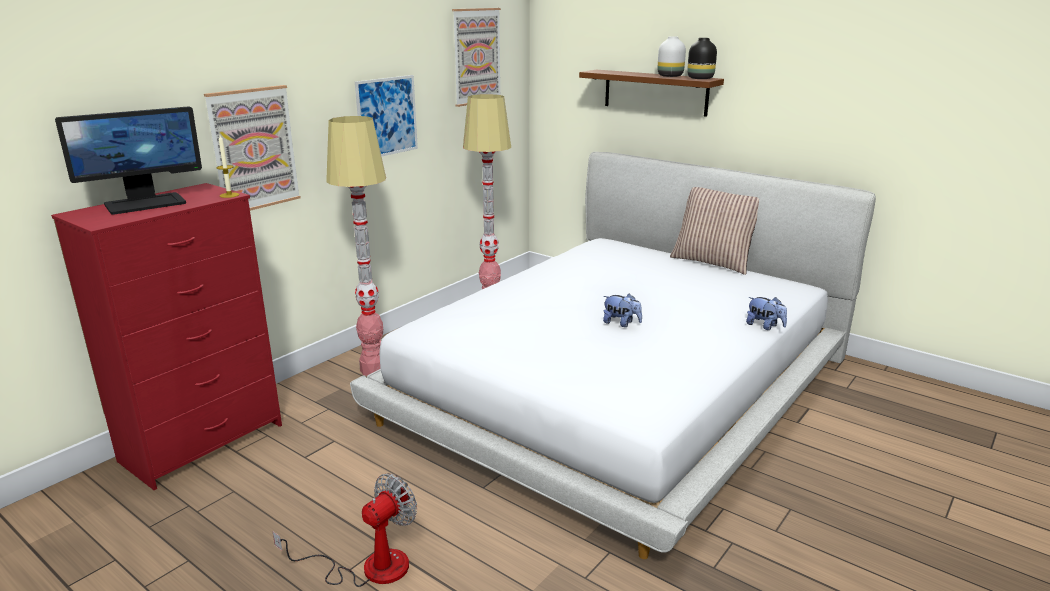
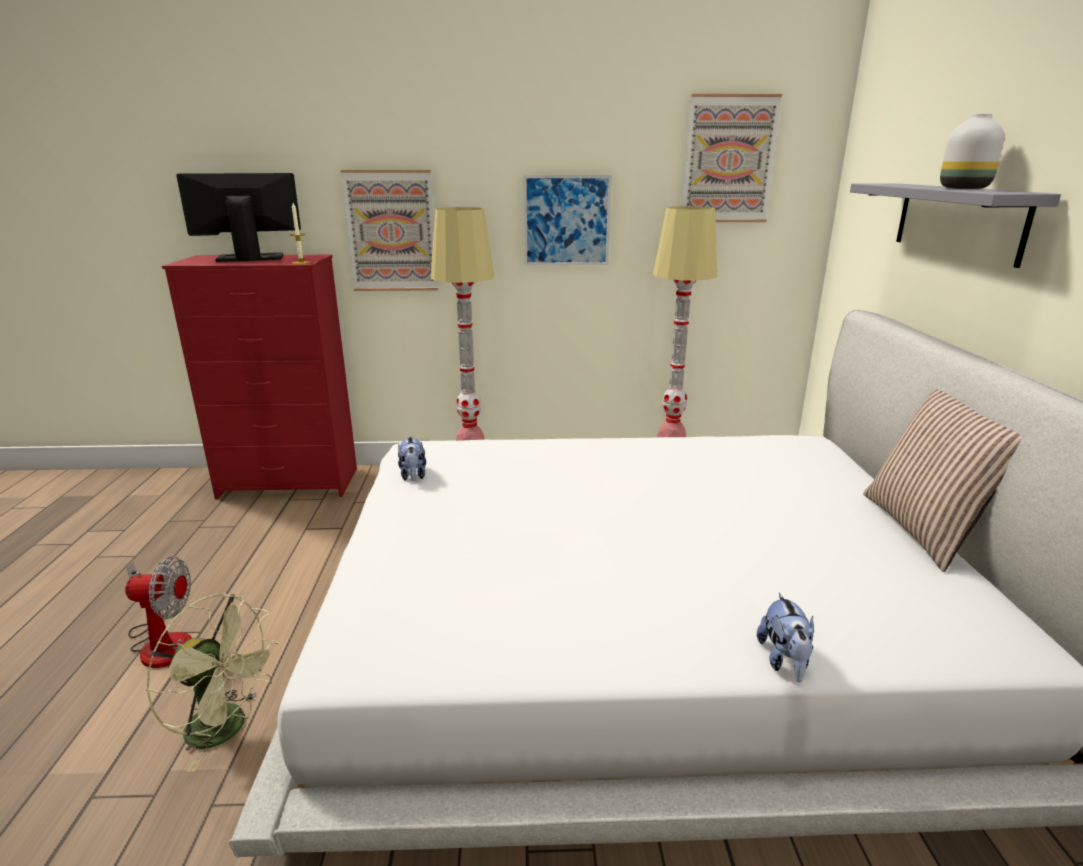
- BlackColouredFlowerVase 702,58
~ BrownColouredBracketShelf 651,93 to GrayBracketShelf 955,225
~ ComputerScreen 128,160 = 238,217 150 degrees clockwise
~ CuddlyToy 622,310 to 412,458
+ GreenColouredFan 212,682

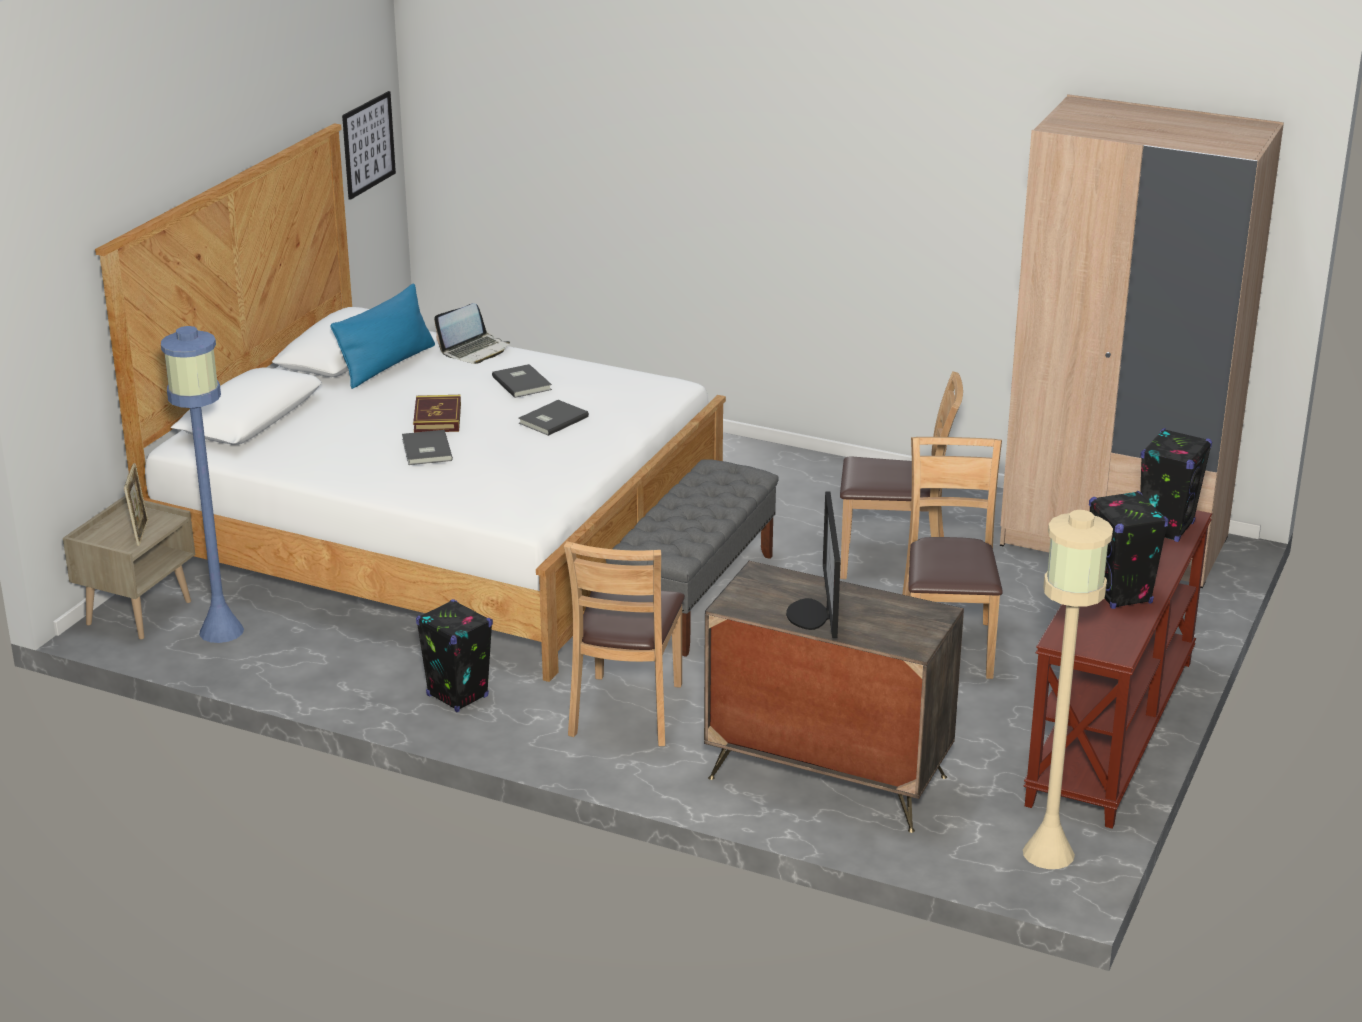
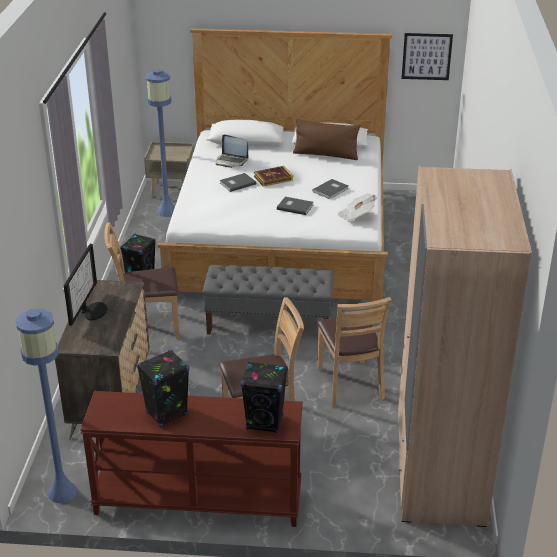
~ BlueColouredCushion 383,336 to BrownColouredCushion 327,139
~ PortableComputer 472,333 to 232,151
- PictureFrame 136,504
~ ComputerScreen 813,565 = 86,285 120 degrees clockwise
~ BeigeStandardLamp 1068,689 to BlueColouredStandardLamp 46,406
+ DailyPaper 357,207

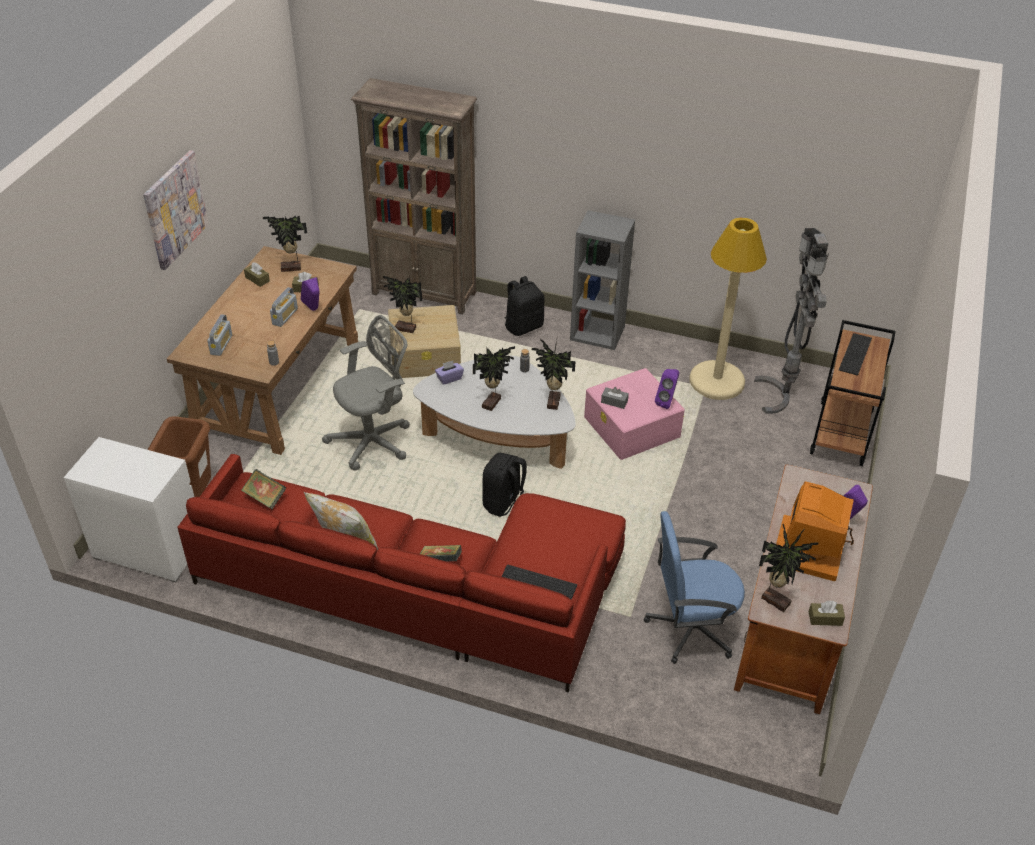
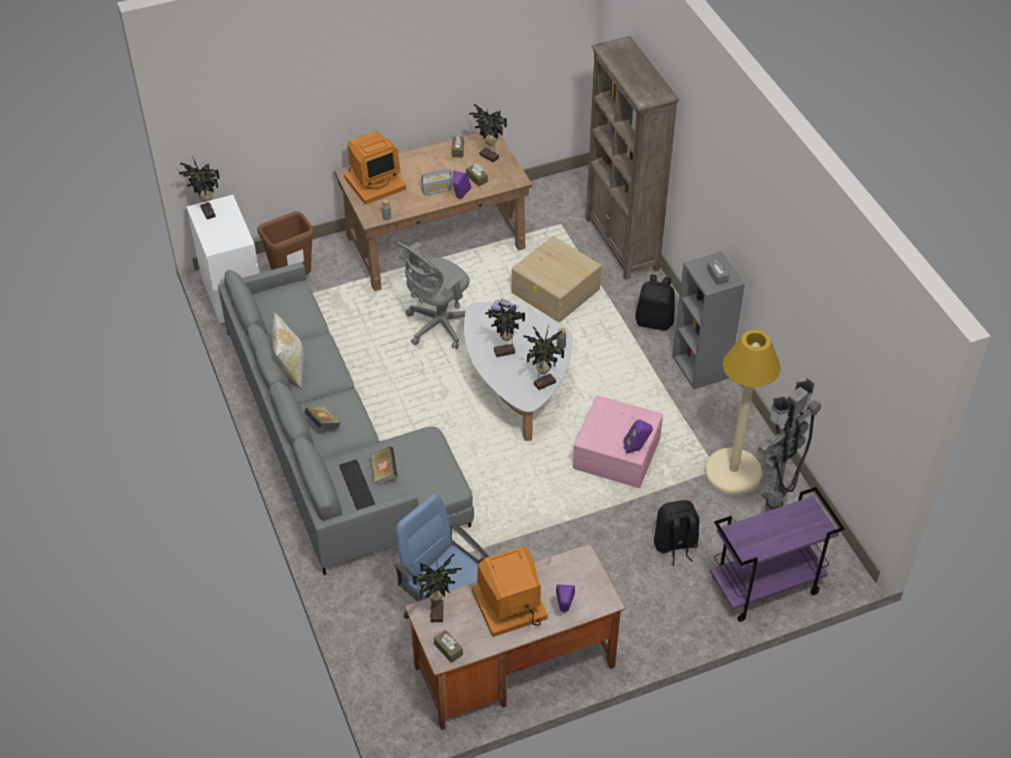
- Picture 176,210
~ Houseplant 402,304 to 199,187
~ Radio 219,335 to ComputerScreen 375,168
~ GrayOfficeChair 366,393 = 433,295 120 degrees clockwise
~ BrownColouredWheeledCart 853,393 to PurplishWheeledCart 777,554
- Keyboard 855,354
~ GrayTissueBox 615,398 to 718,272
~ BlackColouredRucksack 504,485 to 676,532
~ RedSofa 401,573 to GraySofa 346,418
~ BoundBook 263,489 to 384,466

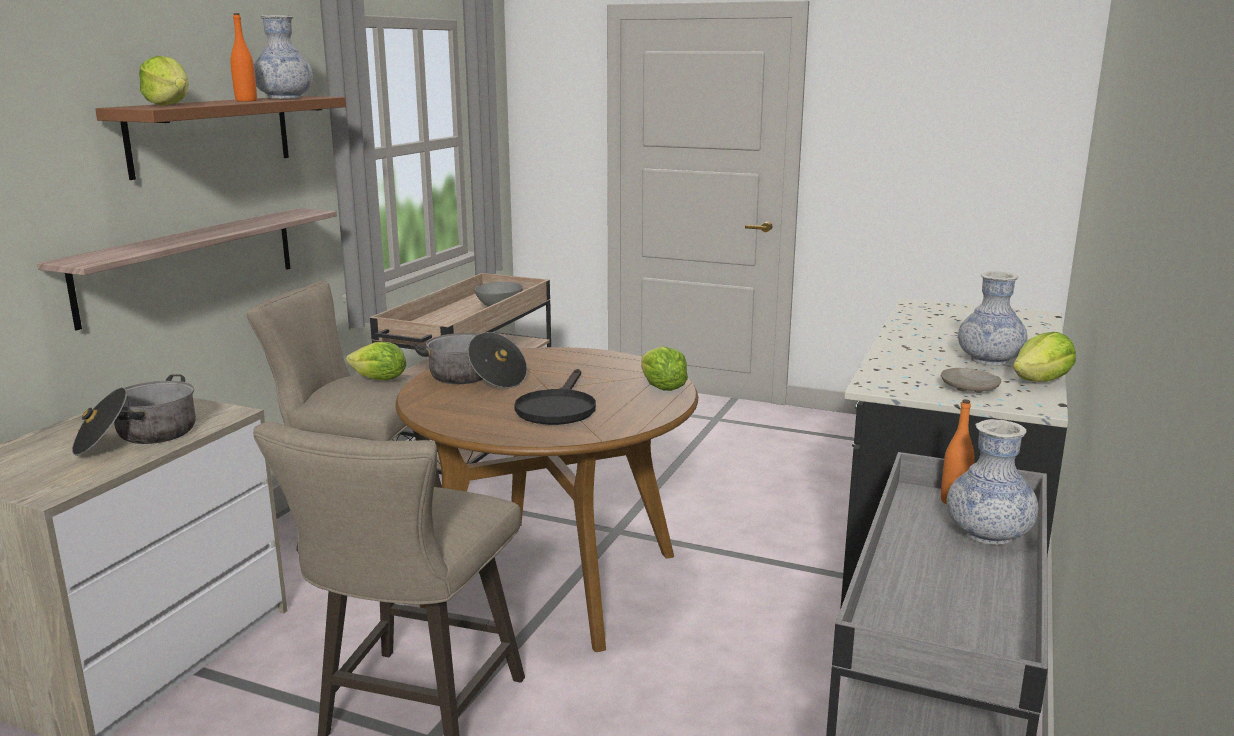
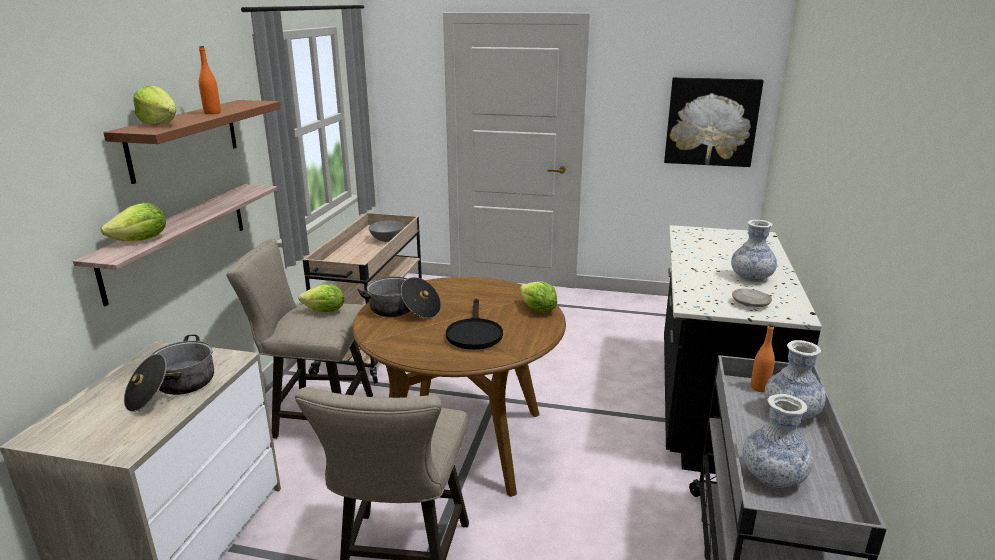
~ FlowerVase 283,57 to 778,441
~ Lettuce 1044,357 to 133,222
+ Picture 714,122

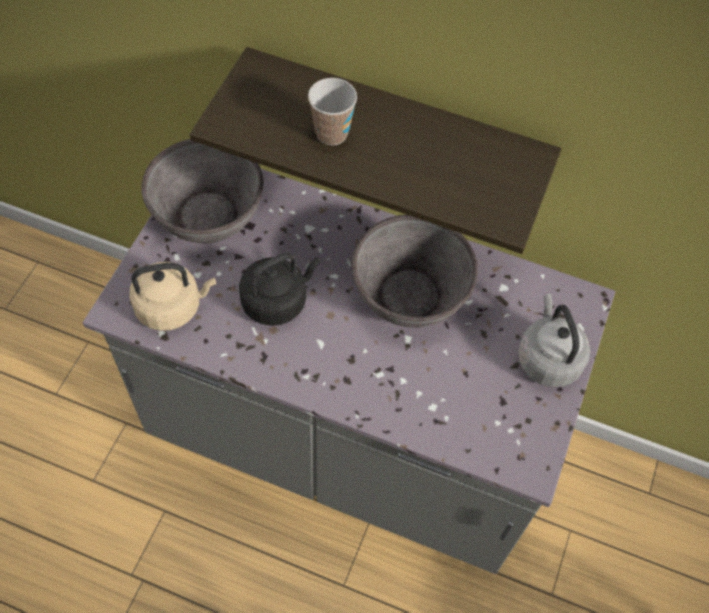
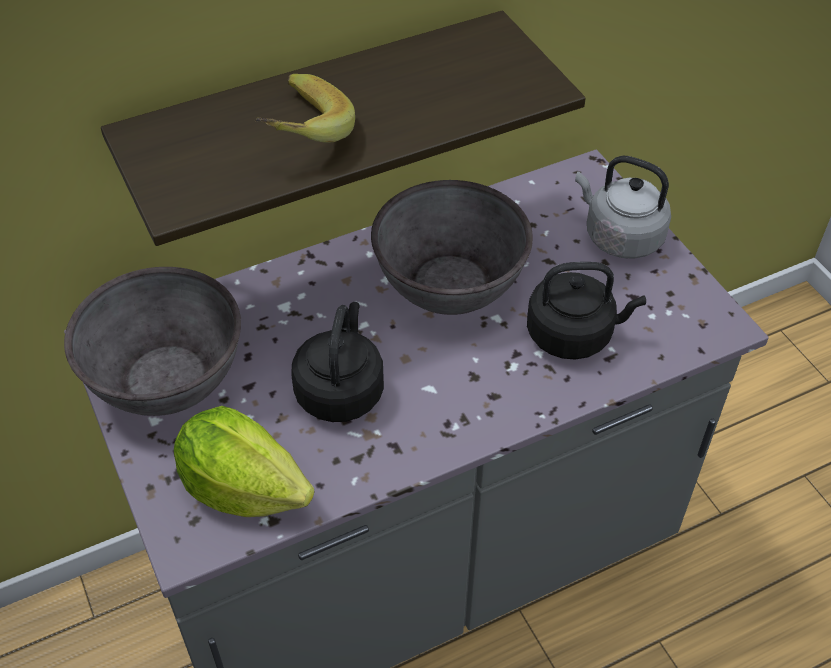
~ SmallCup 332,111 to WholeBanana 305,108
~ BeigeKettle 172,296 to Lettuce 244,461
+ BlackColouredKettle 586,311

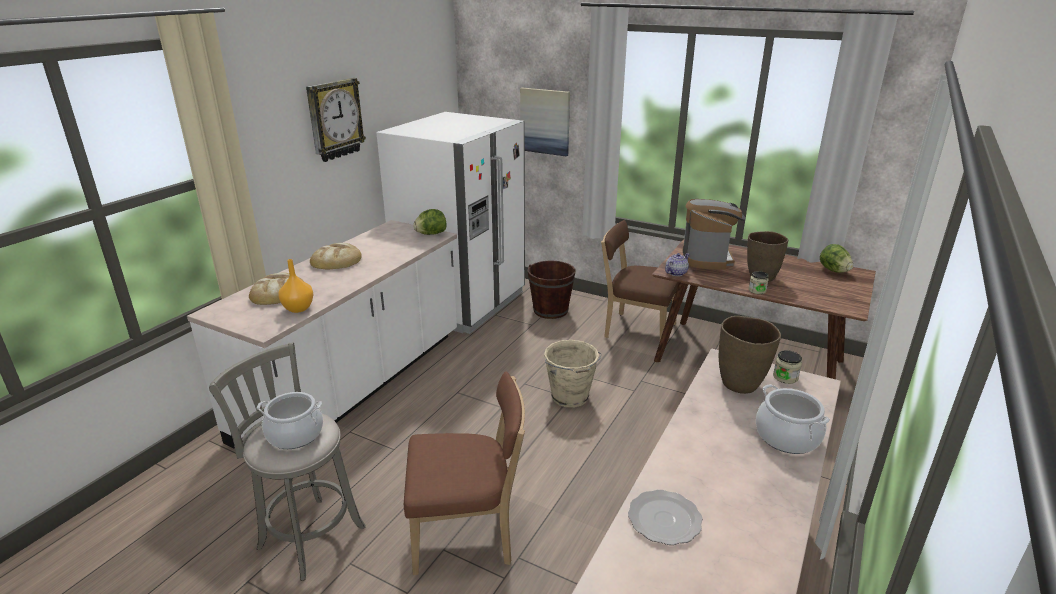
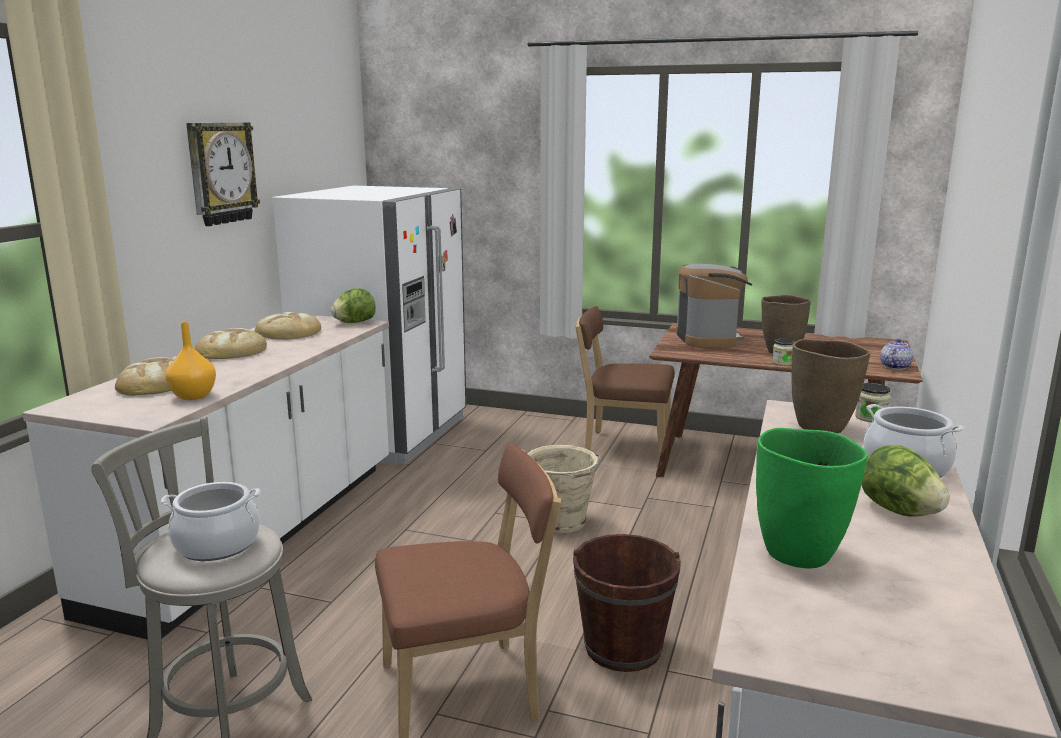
- Picture 545,122
~ Lettuce 836,258 to 905,481
~ TeaPot 677,264 to 896,354
~ BrownColouredBucket 551,290 to 627,603
~ DinnerPlate 665,517 to GreenColouredFlowerVase 812,498
+ Bread 288,326

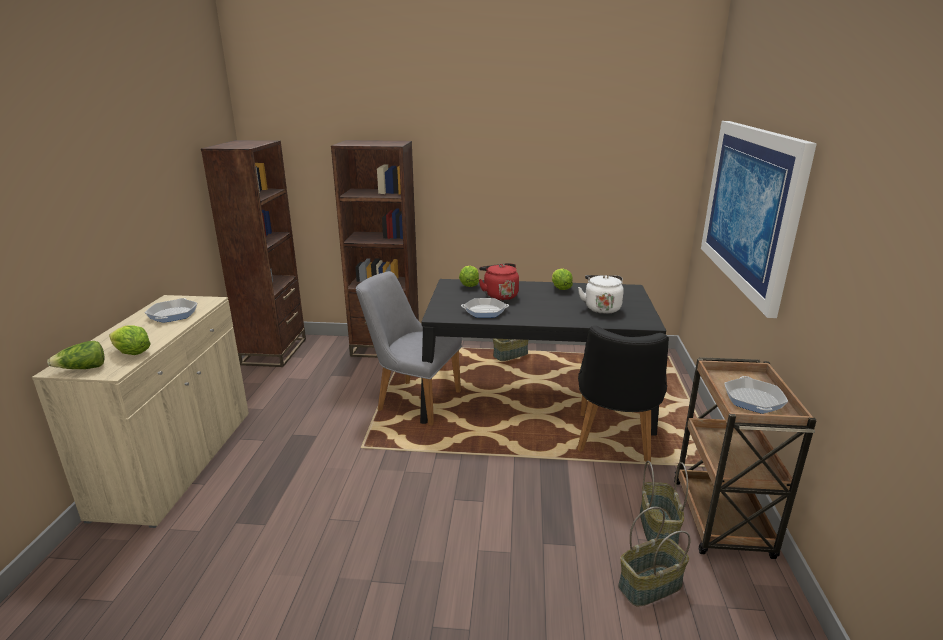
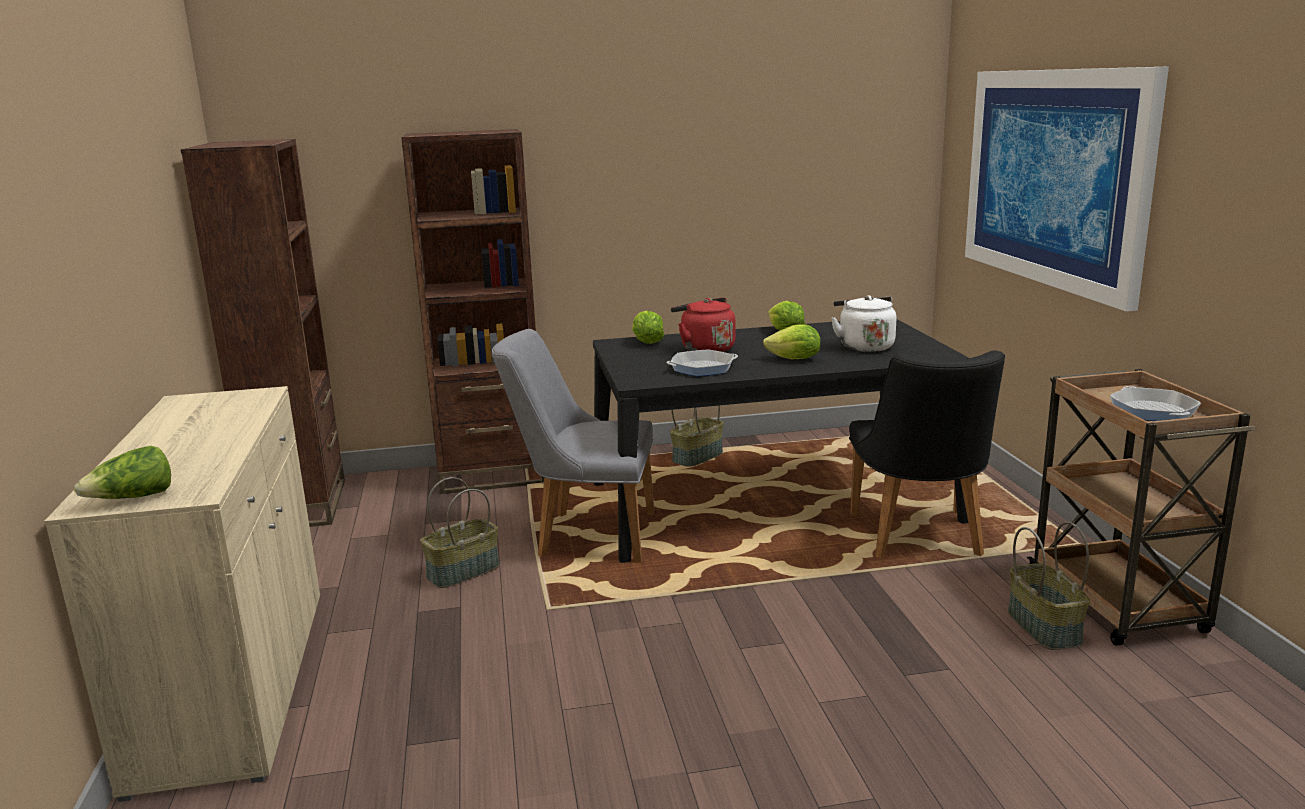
- FryingPan 171,310
~ Lettuce 130,340 to 792,341
~ StorageBasket 654,556 to 459,532

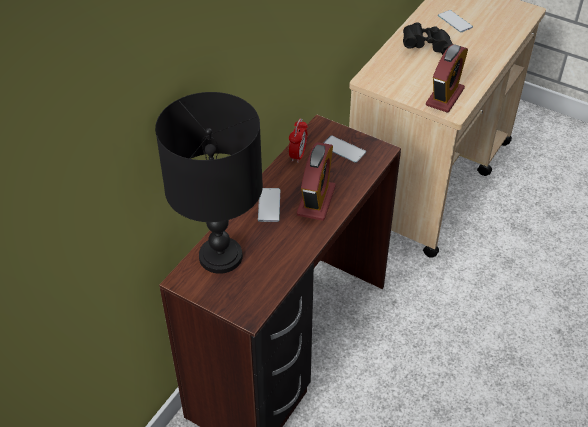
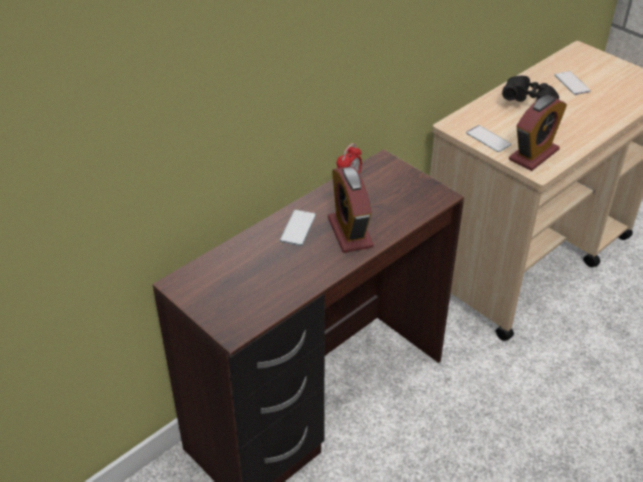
- BlackColouredLampForATable 209,183
~ Telephone 344,149 to 488,138
~ AlarmClock 316,181 = 351,209 135 degrees clockwise

